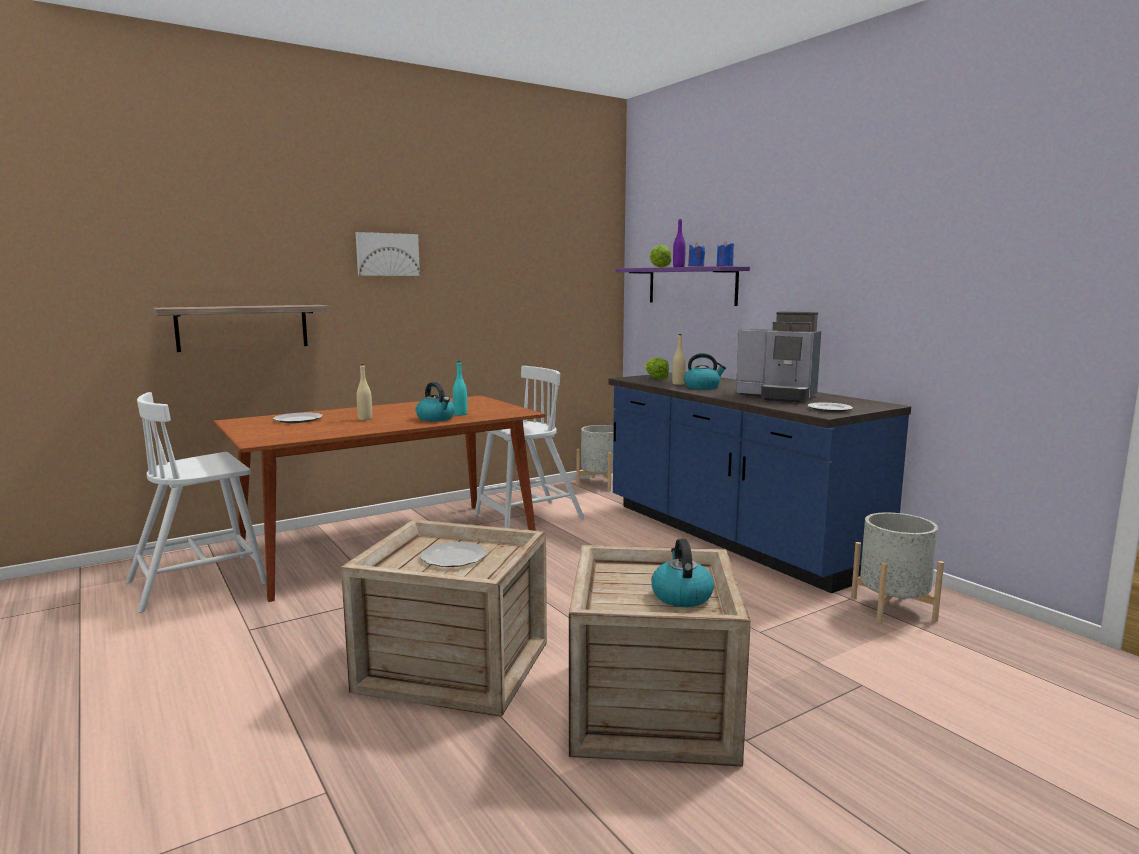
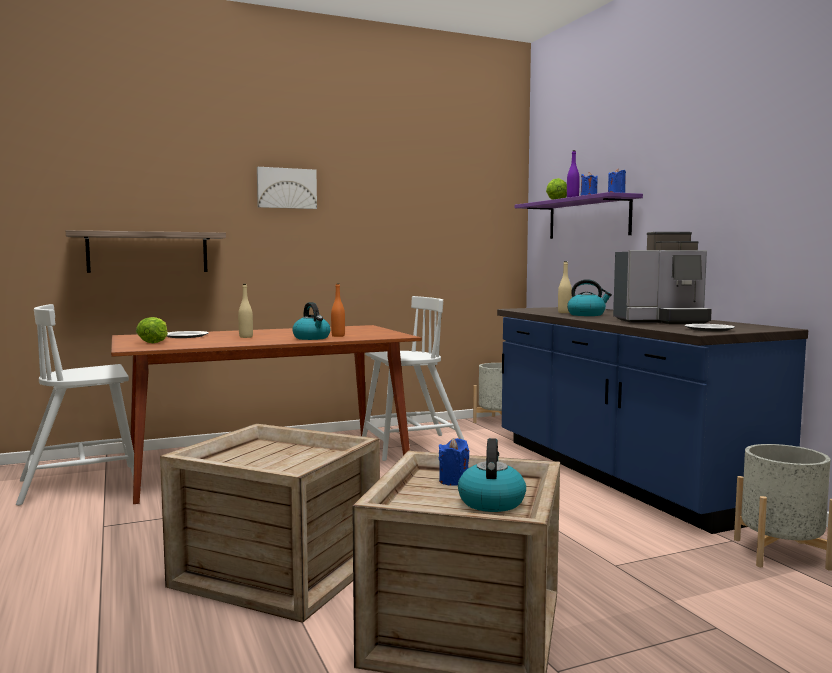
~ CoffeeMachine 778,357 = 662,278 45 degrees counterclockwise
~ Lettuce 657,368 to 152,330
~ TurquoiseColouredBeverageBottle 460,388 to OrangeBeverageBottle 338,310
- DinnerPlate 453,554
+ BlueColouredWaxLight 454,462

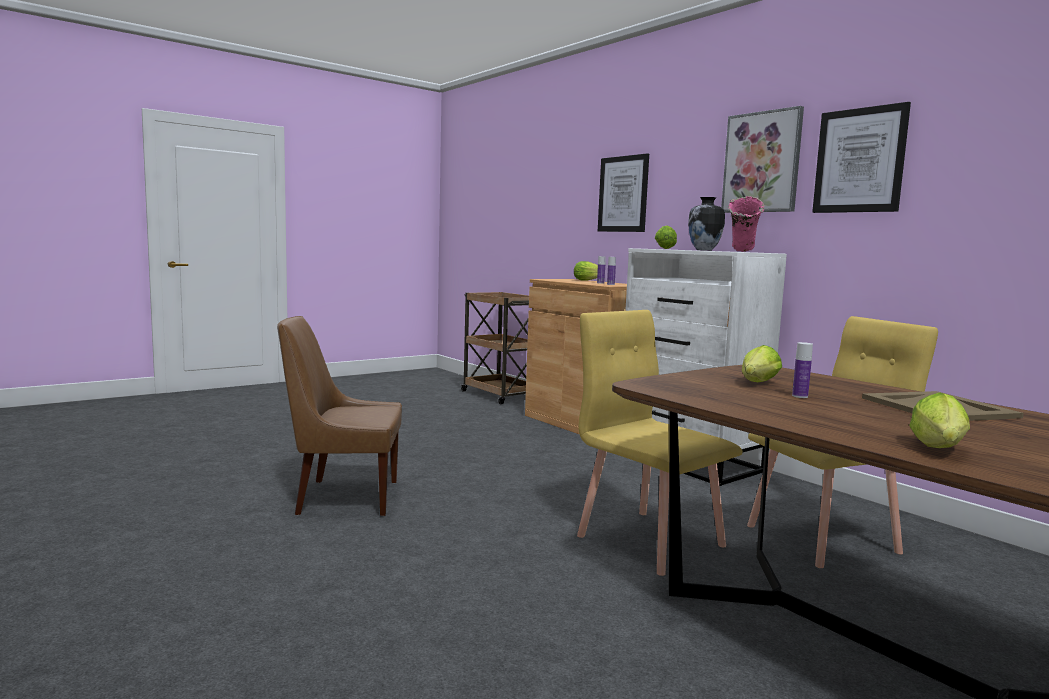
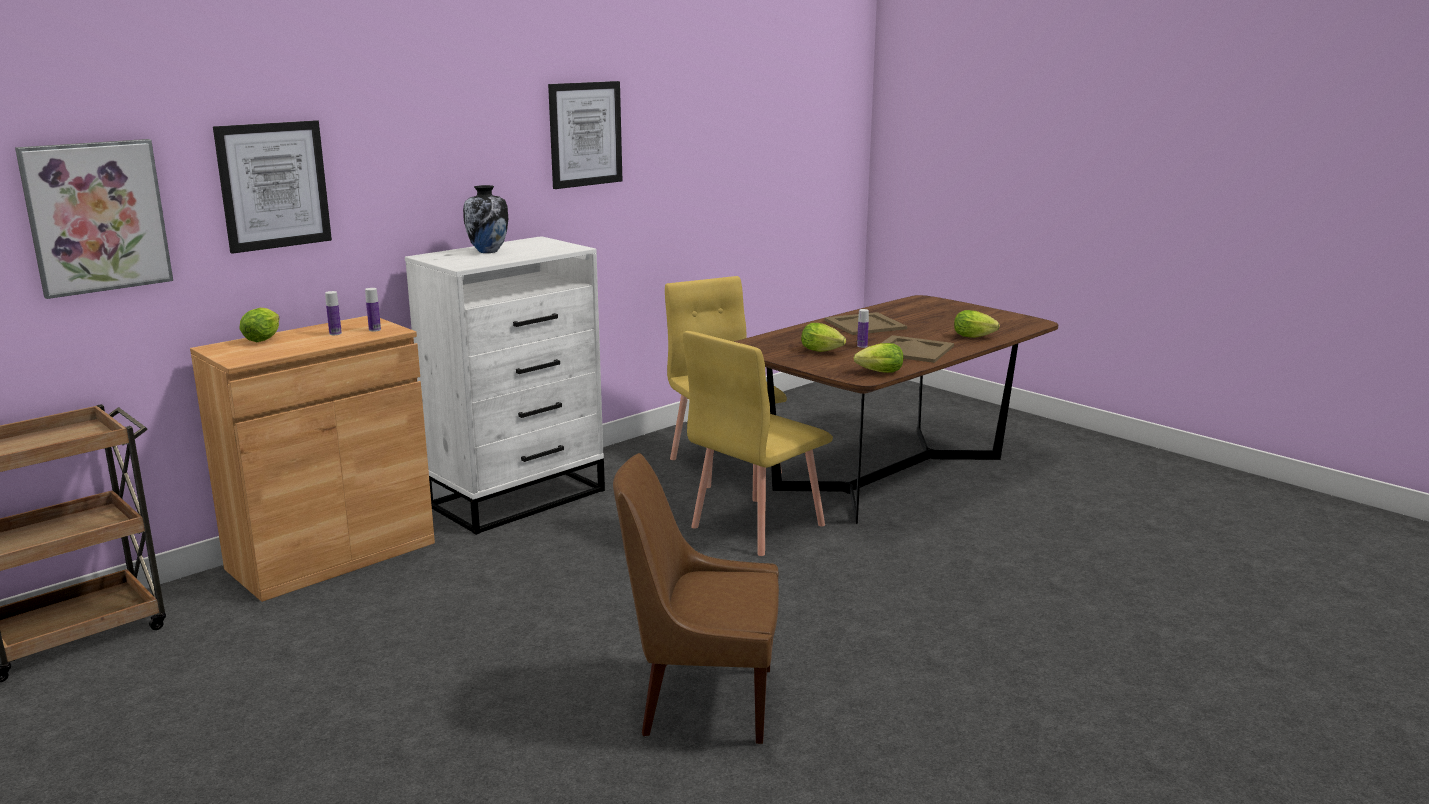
~ Picture 762,159 to 94,219
- PinkColouredFlowerVase 746,224
~ Lettuce 666,237 to 878,358
~ BrownColouredUprightChair 339,416 = 696,598 105 degrees clockwise
+ BeigeTray 918,349

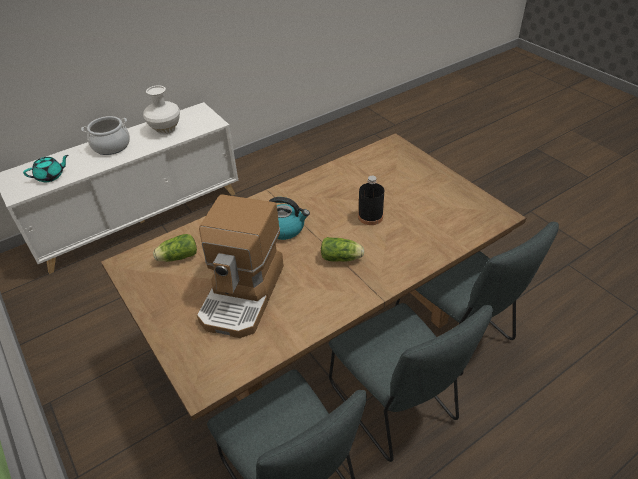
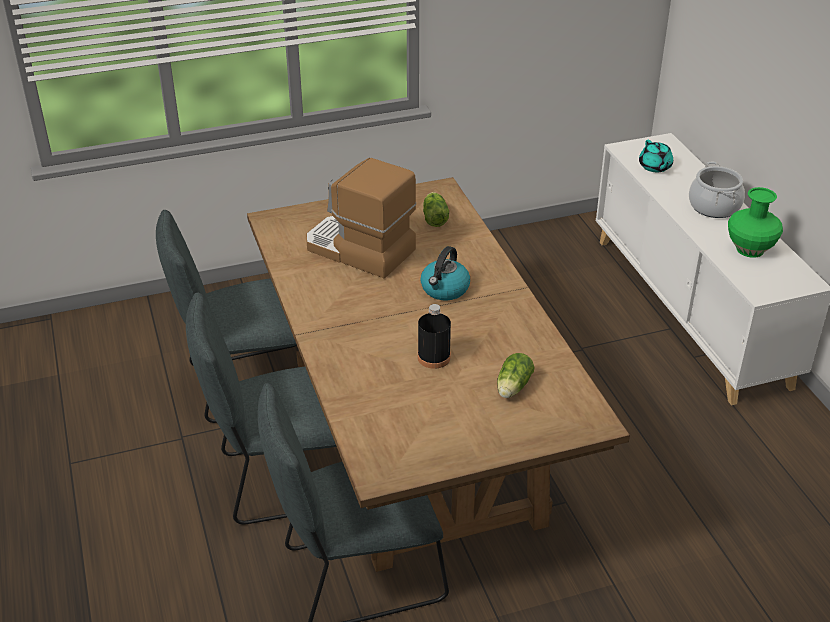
~ WhiteColouredFlowerVase 161,110 to GreenColouredFlowerVase 755,222
~ Lettuce 342,249 to 515,375

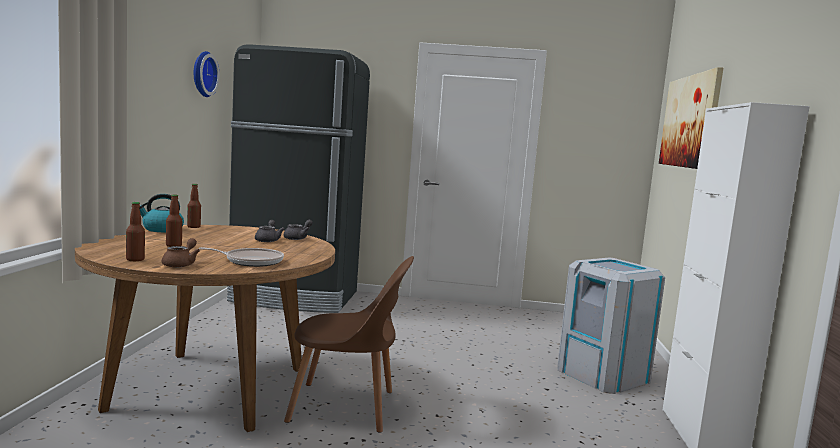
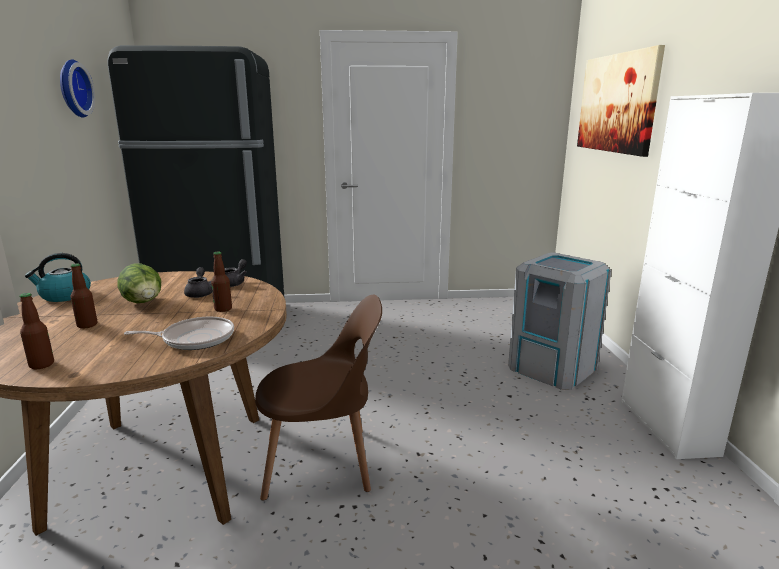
~ BeverageBottle 194,206 to 221,282
- BrownColouredTeaPot 181,252
+ Lettuce 139,283

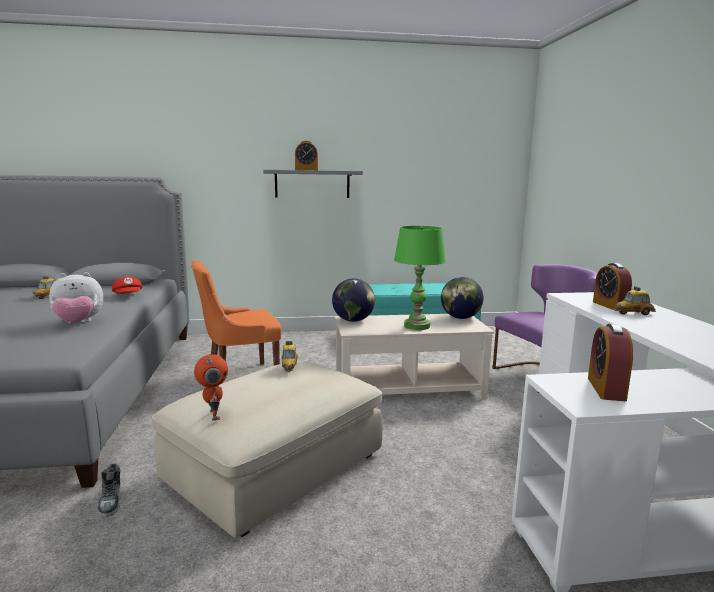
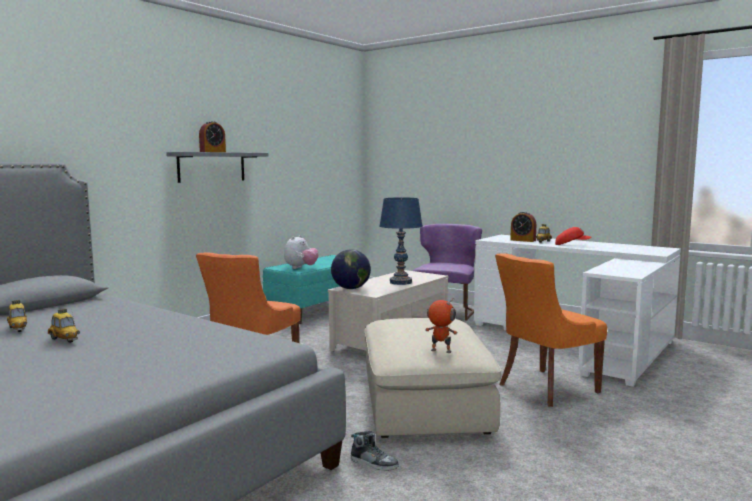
~ GreenColouredLampForATable 420,278 to BlueColouredLampForATable 401,241
~ CuddlyToy 76,297 to 301,252
~ RedCap 127,285 to 573,236
- Globe 462,298
- AlarmClock 610,362
~ ModelCar 289,356 to 64,325
+ OrangeUprightChair 551,330

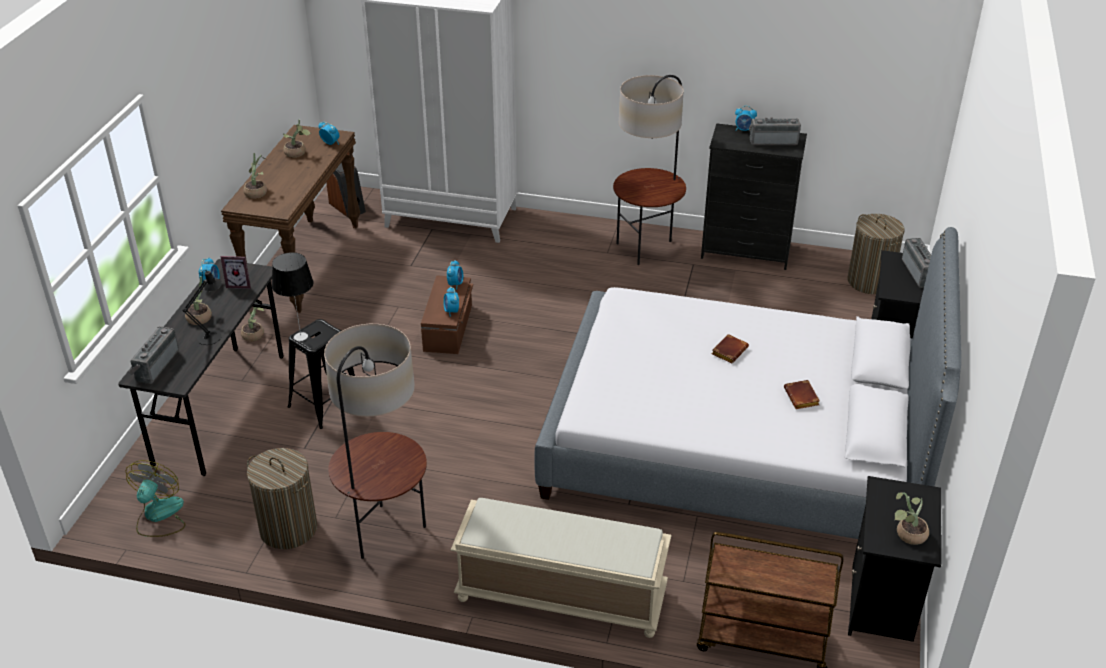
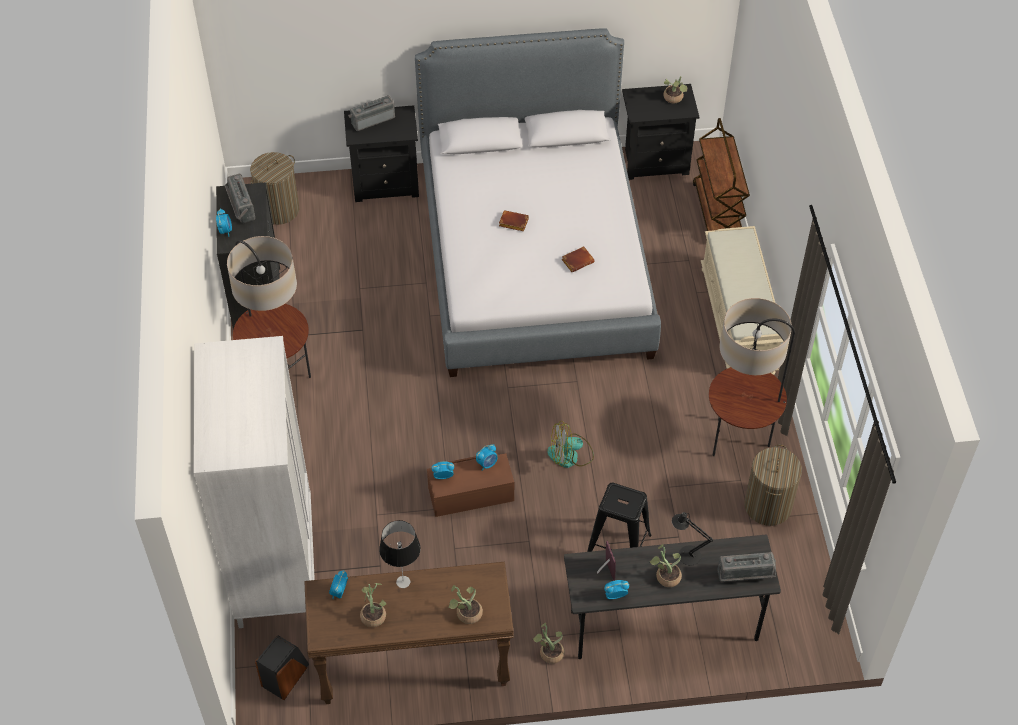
~ LampForATable 293,296 to 400,554
~ BrownColouredBoundBook 802,394 to 578,259
~ Fan 156,498 to 570,444

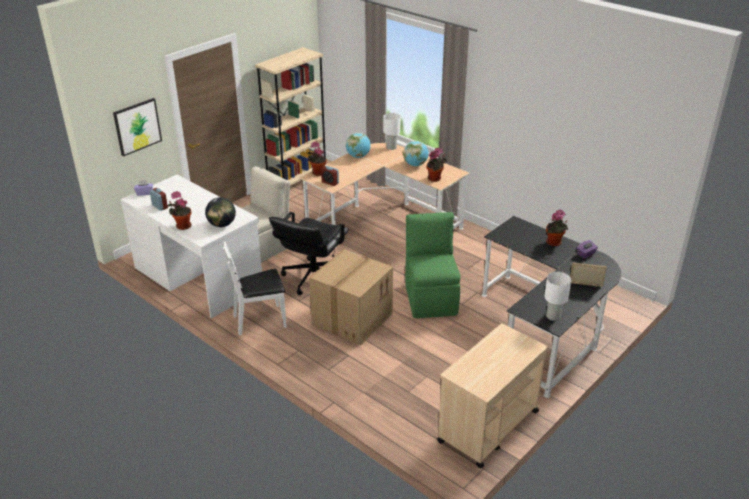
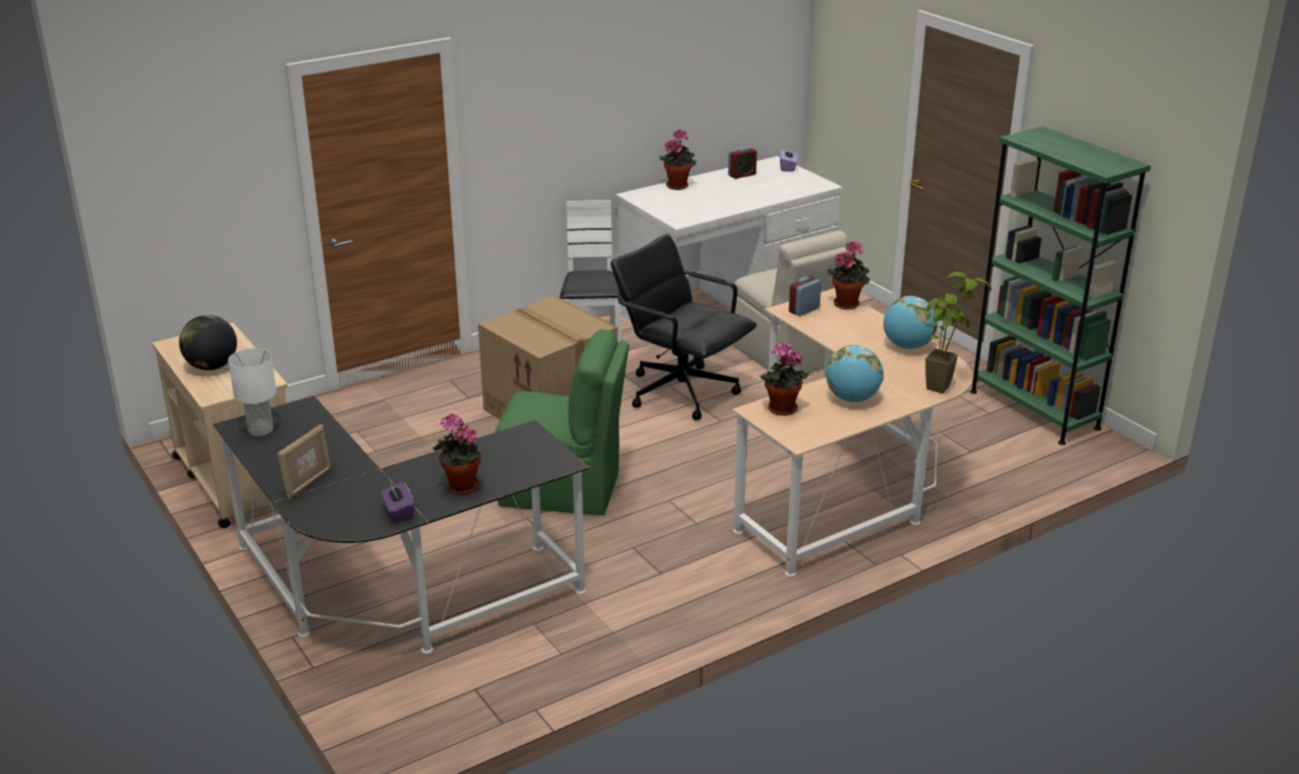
~ BeigeBookcase 290,116 to GreenColouredBookcase 1060,285
- Picture 137,127
~ WhiteColouredLampForATable 392,131 to Houseplant 958,332
~ Globe 220,212 to 208,342

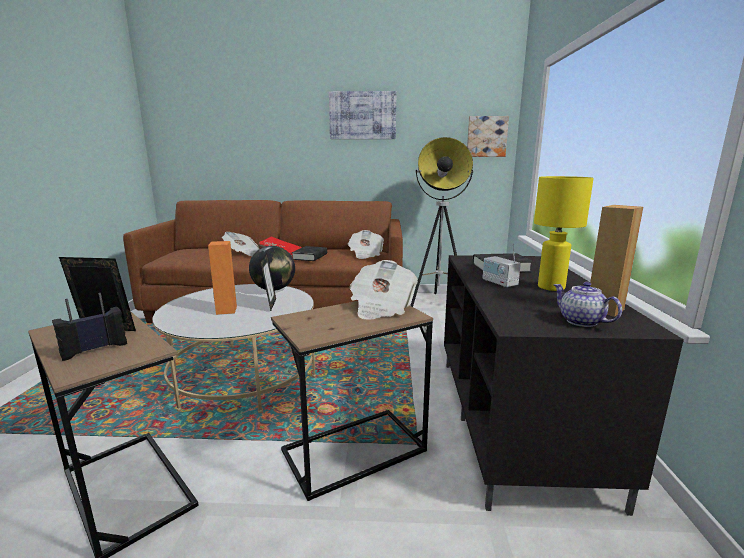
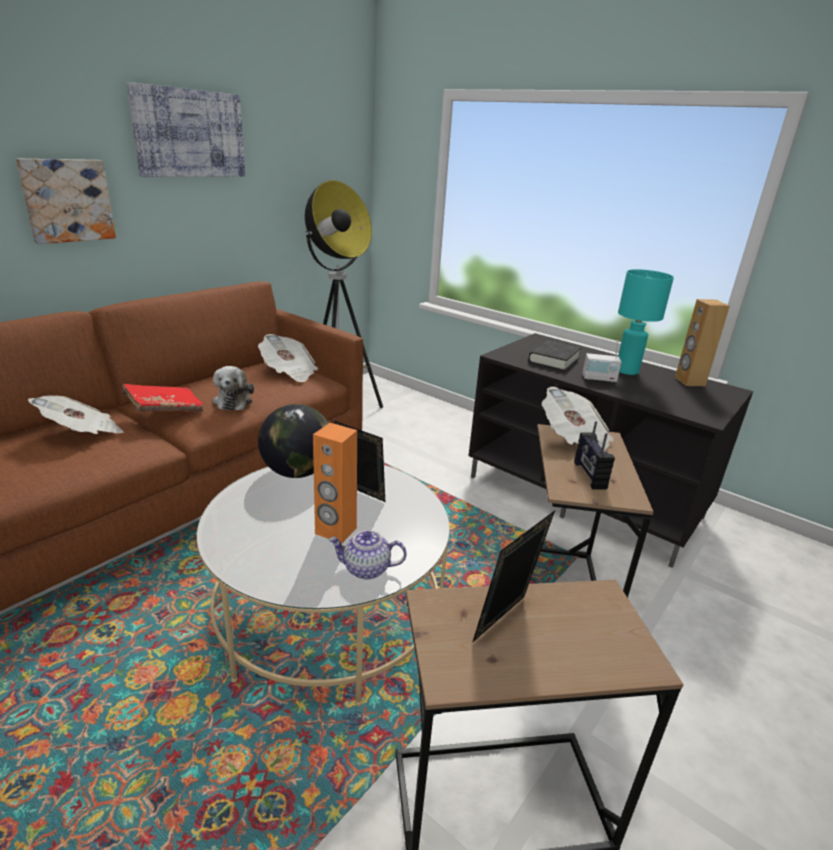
~ Picture 488,136 to 66,201
~ YellowishLampForATable 564,233 to TurquoiseColouredLampForATable 646,322
~ BlackColouredBoundBook 309,253 to CuddlyToy 233,388
~ TeaPot 587,304 to 367,555
~ Radio 89,327 to 594,455

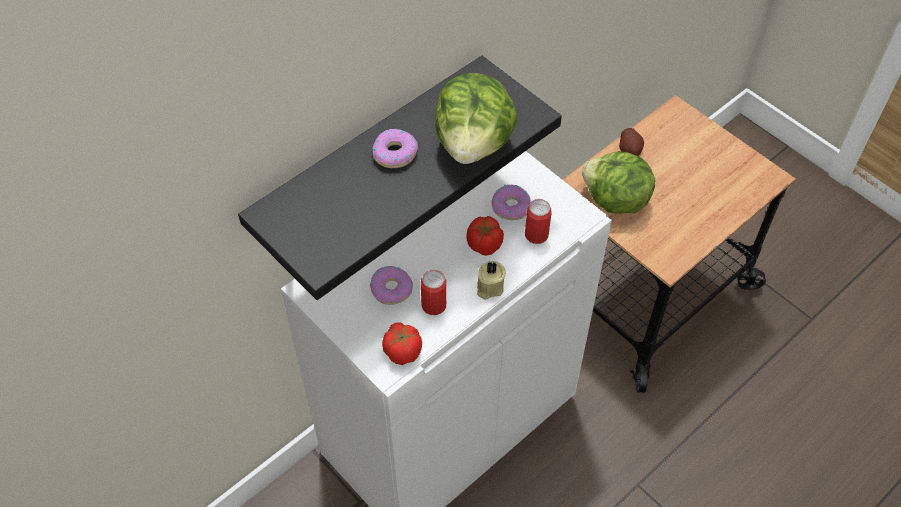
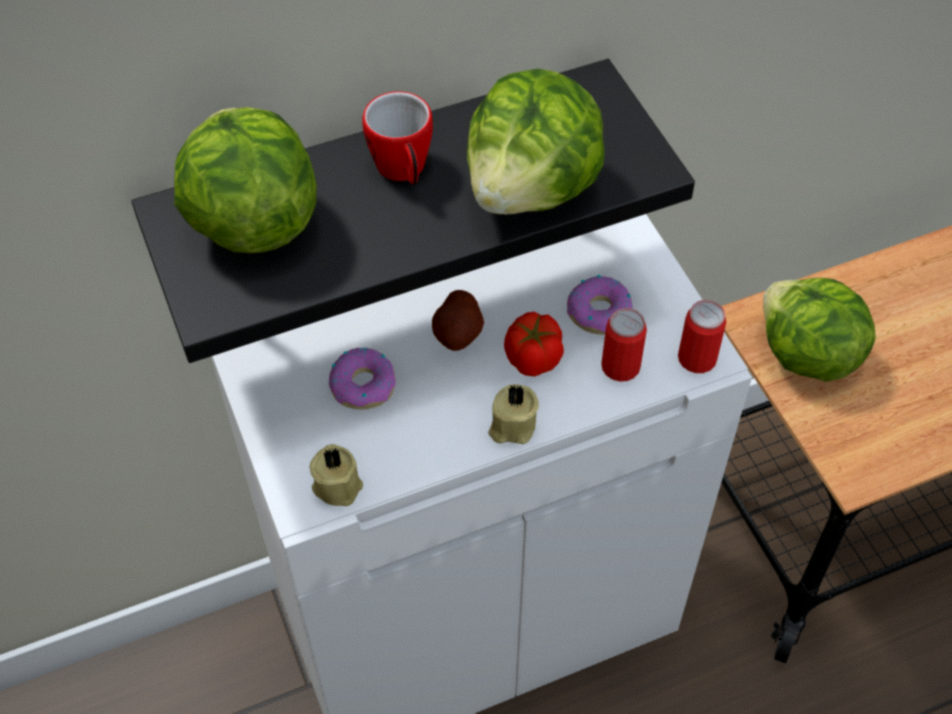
~ WholePotato 631,142 to 458,320
~ RingDoughnut 395,148 to TeaMug 397,138
~ MetalCan 433,292 to 702,336
~ WholeTomato 402,344 to BeigeWaxLight 336,475
+ Lettuce 245,180

